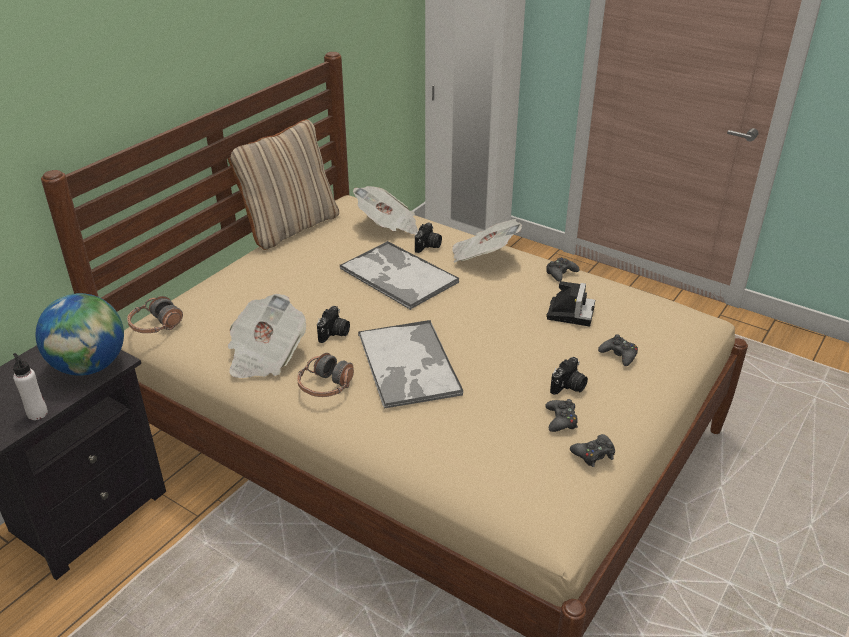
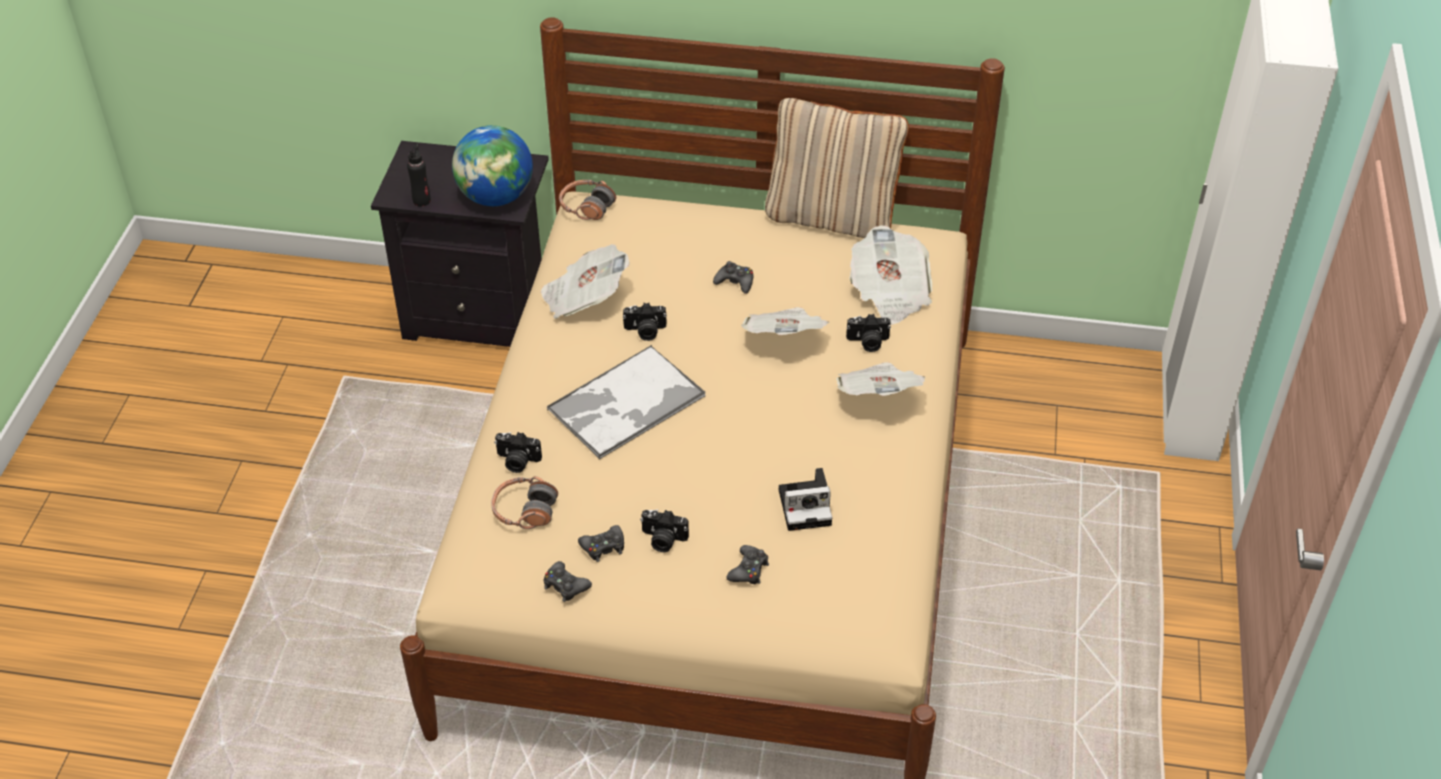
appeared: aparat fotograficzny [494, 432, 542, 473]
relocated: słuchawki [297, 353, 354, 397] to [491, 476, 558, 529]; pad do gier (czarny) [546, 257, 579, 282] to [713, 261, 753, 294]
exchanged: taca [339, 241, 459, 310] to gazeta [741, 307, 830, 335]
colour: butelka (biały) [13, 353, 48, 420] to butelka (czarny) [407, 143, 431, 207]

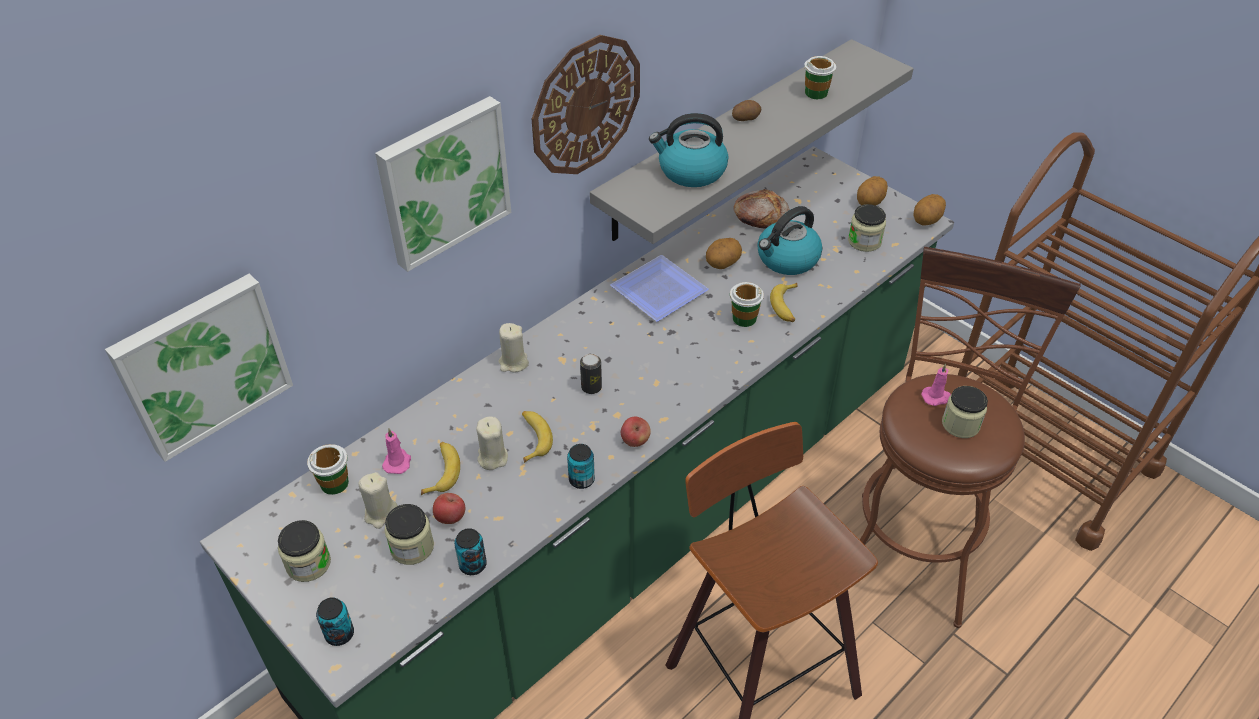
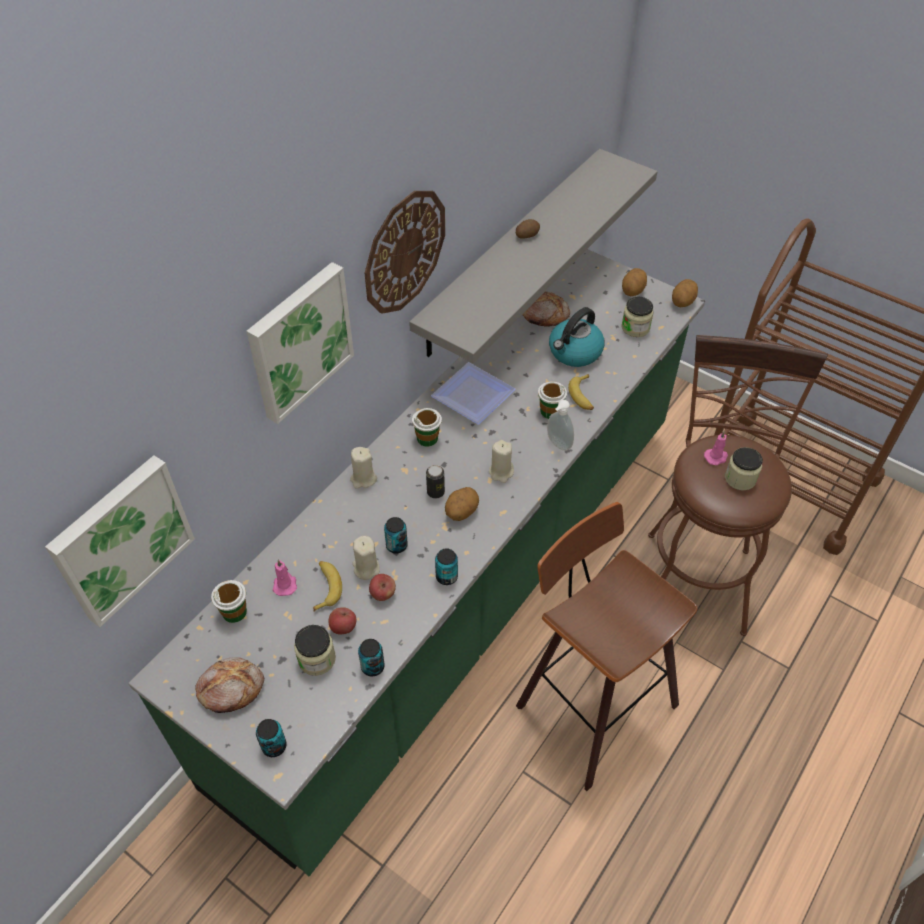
missing: czajnik [649, 113, 728, 187]
appeared: dozownik mydła [547, 400, 574, 451]
relocated: jabłko [621, 416, 651, 447] to [369, 574, 396, 601]; filiżanka [804, 56, 836, 99] to [412, 408, 442, 447]; ziemniak [706, 238, 742, 269] to [445, 487, 479, 521]; świeca (beżowy) [358, 472, 398, 529] to [489, 440, 514, 483]
exchanged: słoik [278, 520, 331, 582] to chleb [195, 657, 264, 713]; banan [522, 411, 553, 463] to puszka [384, 517, 408, 553]

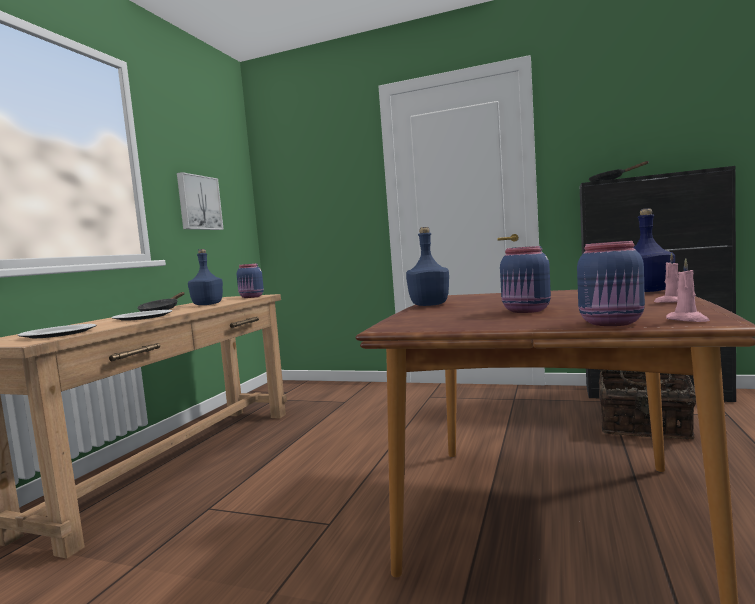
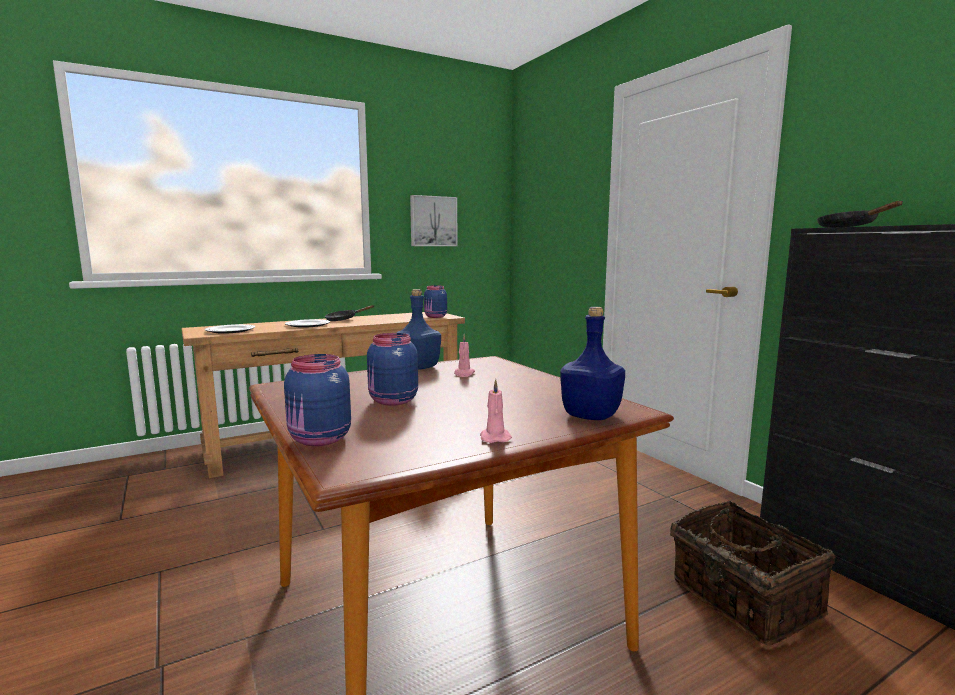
missing: butelka (niebieski) [188, 249, 223, 305]
relocated: świeca (różowy) [666, 258, 710, 322] to [454, 334, 475, 377]

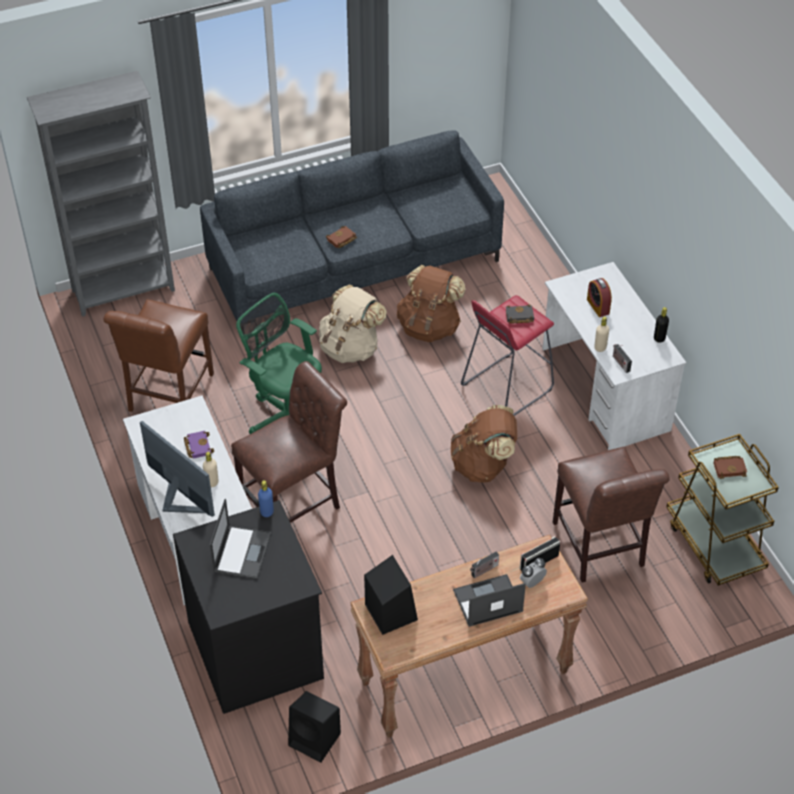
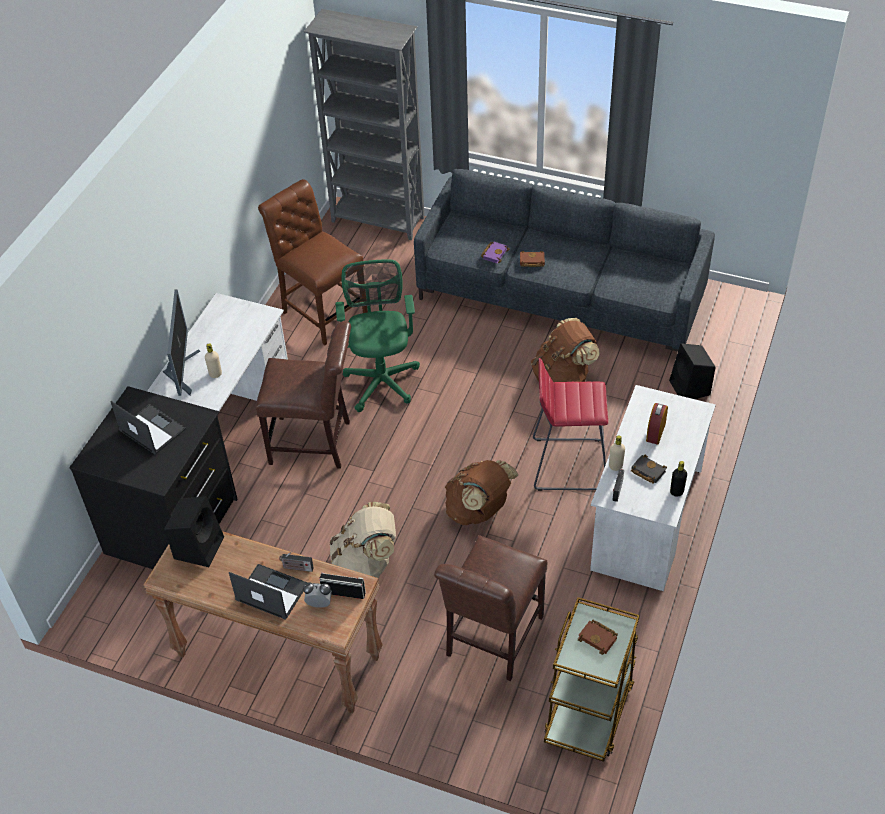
missing: butelka (niebieski) [258, 480, 274, 517]
relocated: plecak (beżowy) [319, 284, 387, 363] to [330, 502, 396, 578]; książka (fioletowy) [184, 431, 214, 459] to [481, 242, 510, 263]; książka (czarny) [506, 304, 534, 323] to [631, 455, 667, 484]; głośnik (czarny) [288, 691, 341, 763] to [669, 343, 715, 399]
spun: laptop [210, 499, 271, 579] = [110, 401, 186, 455] 105 degrees counterclockwise; krzesło (brązowy) [103, 299, 214, 412] = [258, 179, 368, 345] 75 degrees clockwise

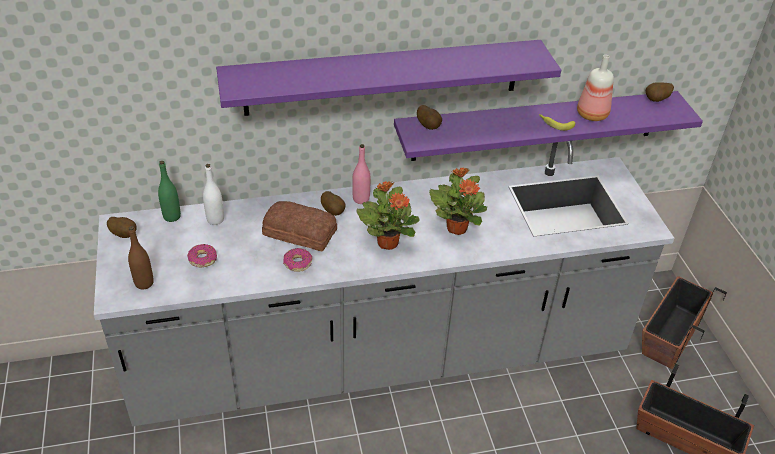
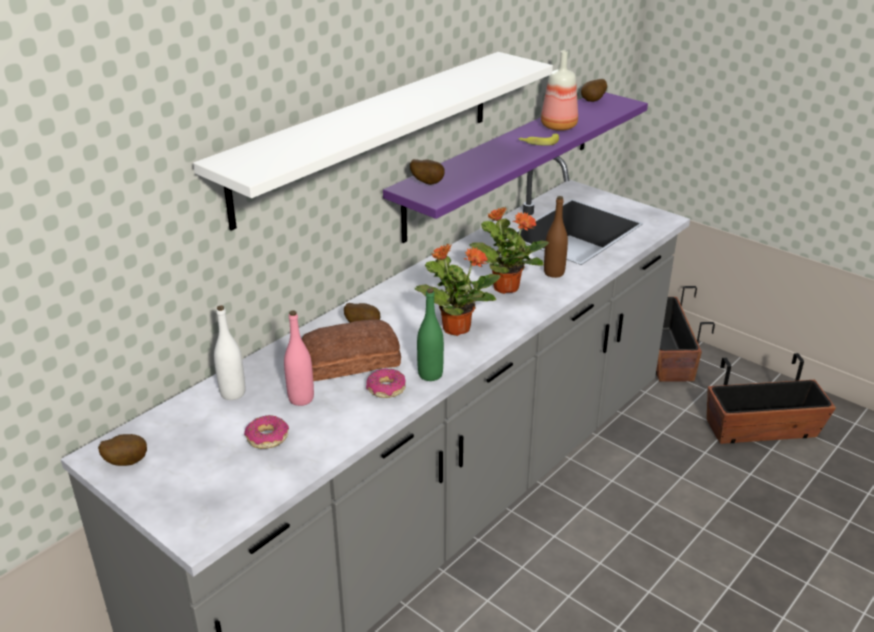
relocated: butelka (różowy) [352, 144, 371, 204] to [284, 310, 314, 406]; butelka (zielony) [158, 161, 181, 222] to [417, 288, 444, 381]; butelka (brązowy) [128, 226, 154, 289] to [544, 196, 568, 278]
colour: półka (fioletowy) [216, 40, 561, 116] to półka (biały) [193, 52, 553, 231]

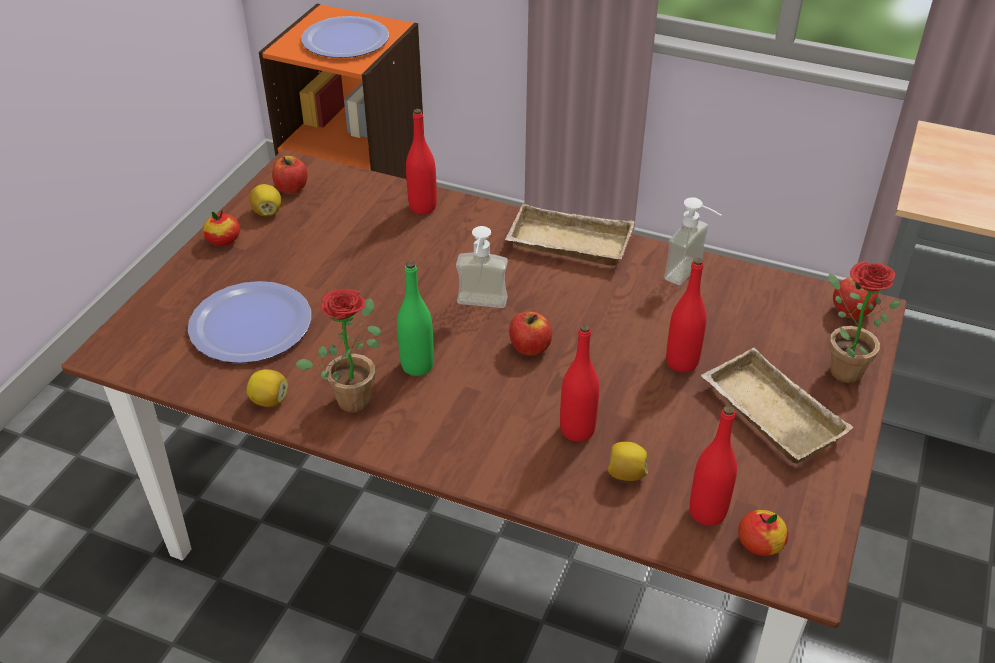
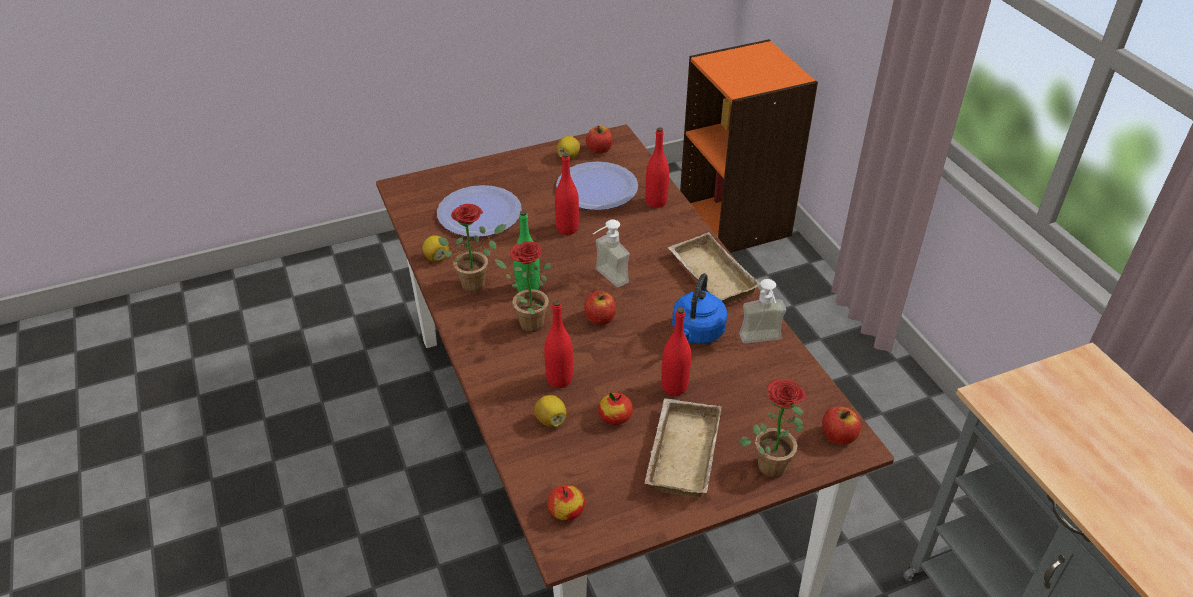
appeared: roślina doniczkowa [495, 242, 551, 332]; czajnik (niebieski) [672, 273, 727, 344]
relocated: butelka (czerwony) [689, 406, 737, 526] to [555, 153, 579, 235]; talerz [301, 16, 389, 58] to [556, 162, 638, 210]; jabłko [203, 210, 240, 246] to [598, 393, 633, 425]

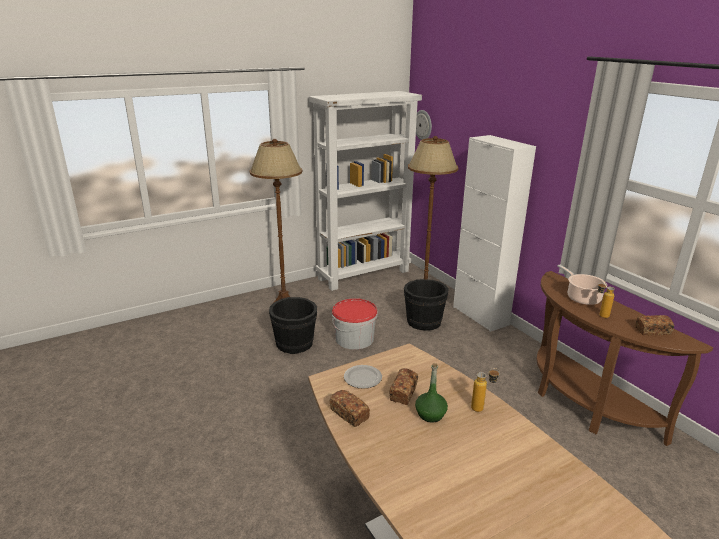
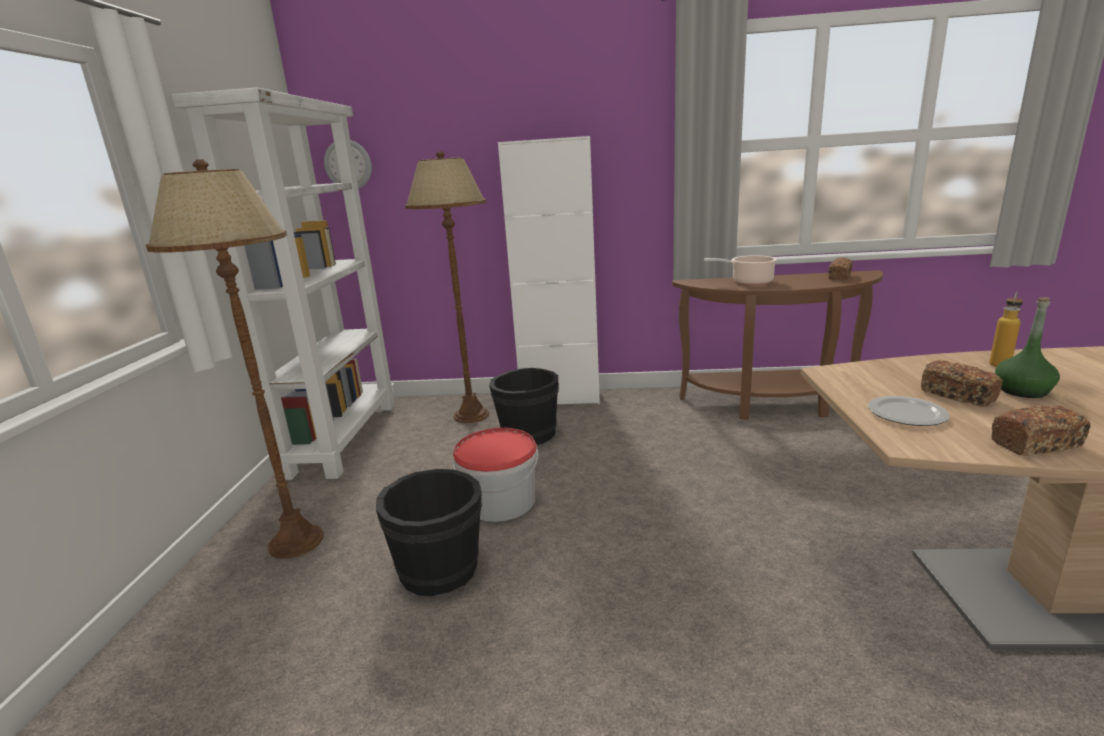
missing: butelka [598, 281, 615, 318]

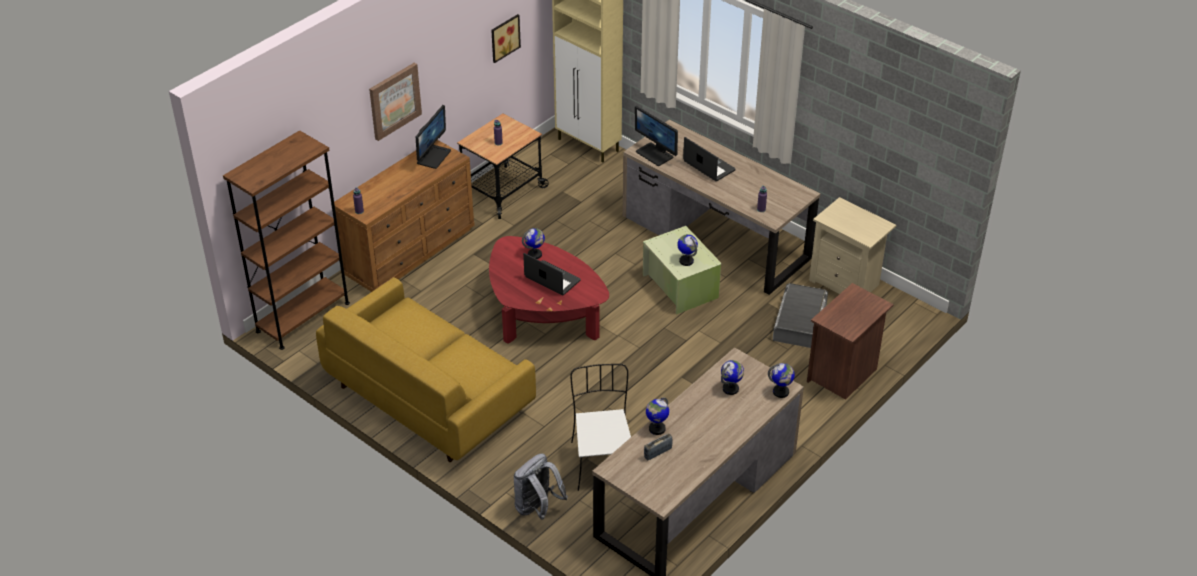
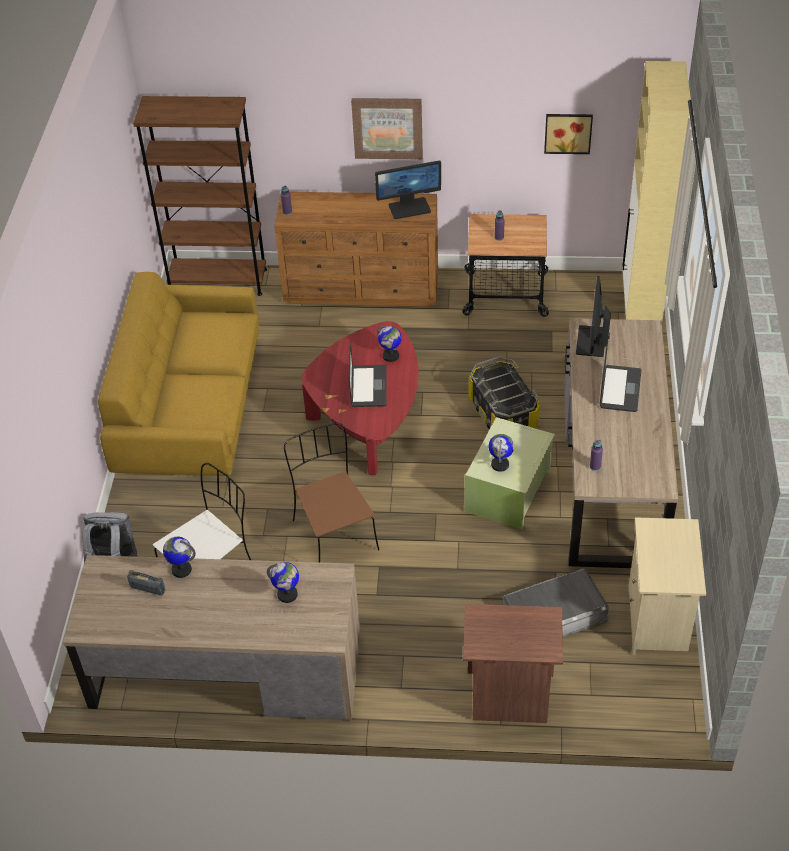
missing: globus [768, 363, 795, 398]
appeared: krzesło (brązowy) [284, 423, 379, 562]; pojemnik do przechowywania [468, 357, 540, 429]

